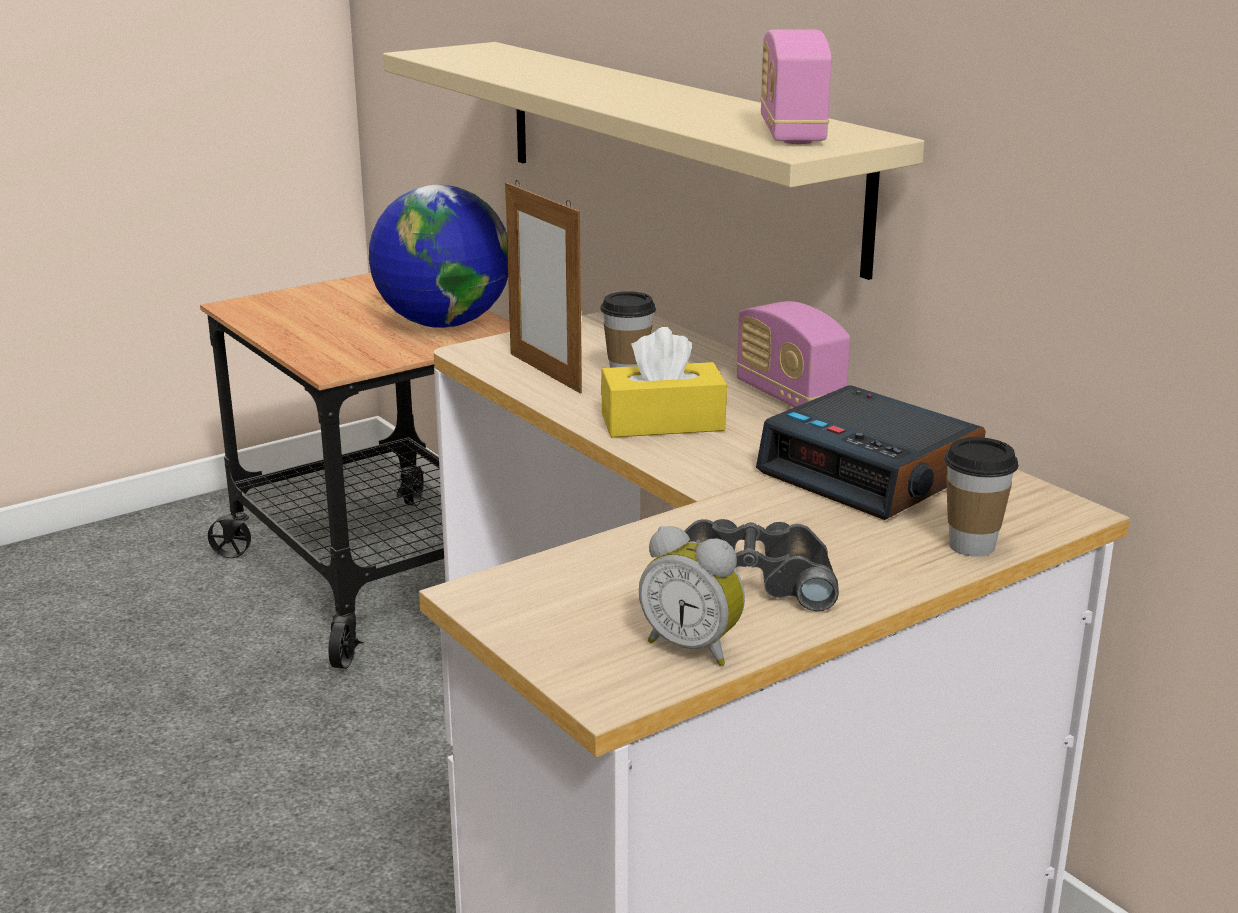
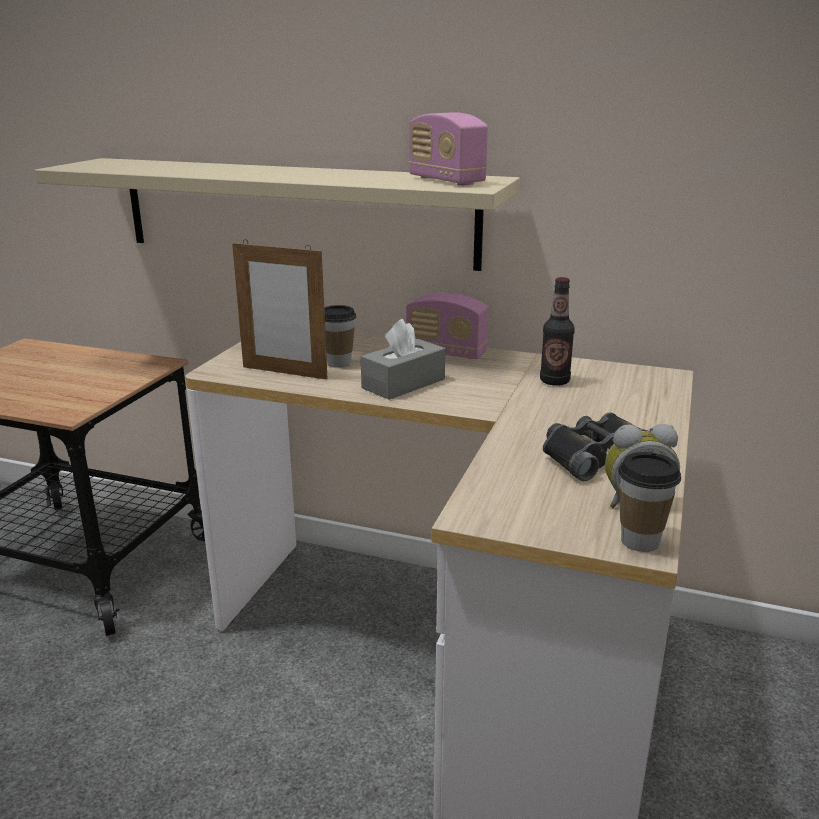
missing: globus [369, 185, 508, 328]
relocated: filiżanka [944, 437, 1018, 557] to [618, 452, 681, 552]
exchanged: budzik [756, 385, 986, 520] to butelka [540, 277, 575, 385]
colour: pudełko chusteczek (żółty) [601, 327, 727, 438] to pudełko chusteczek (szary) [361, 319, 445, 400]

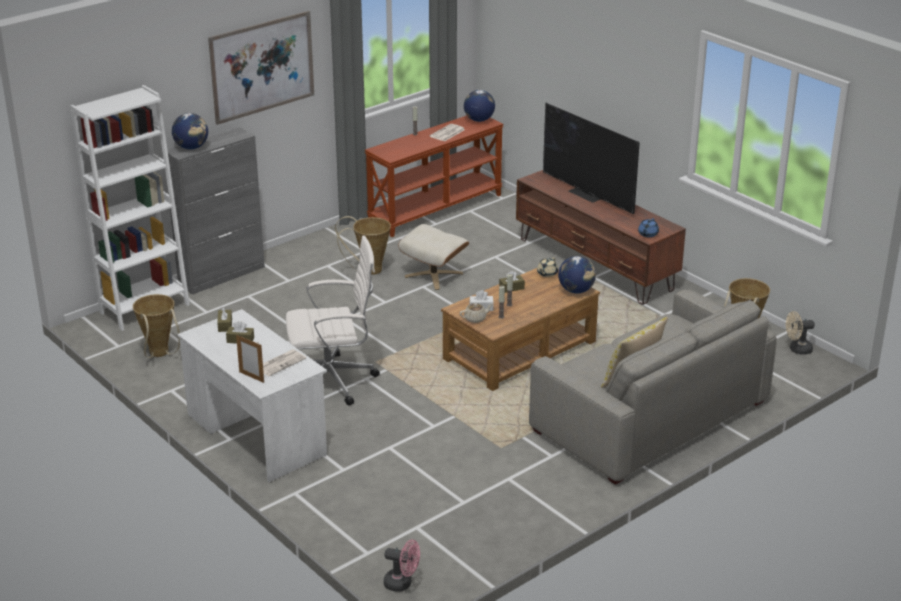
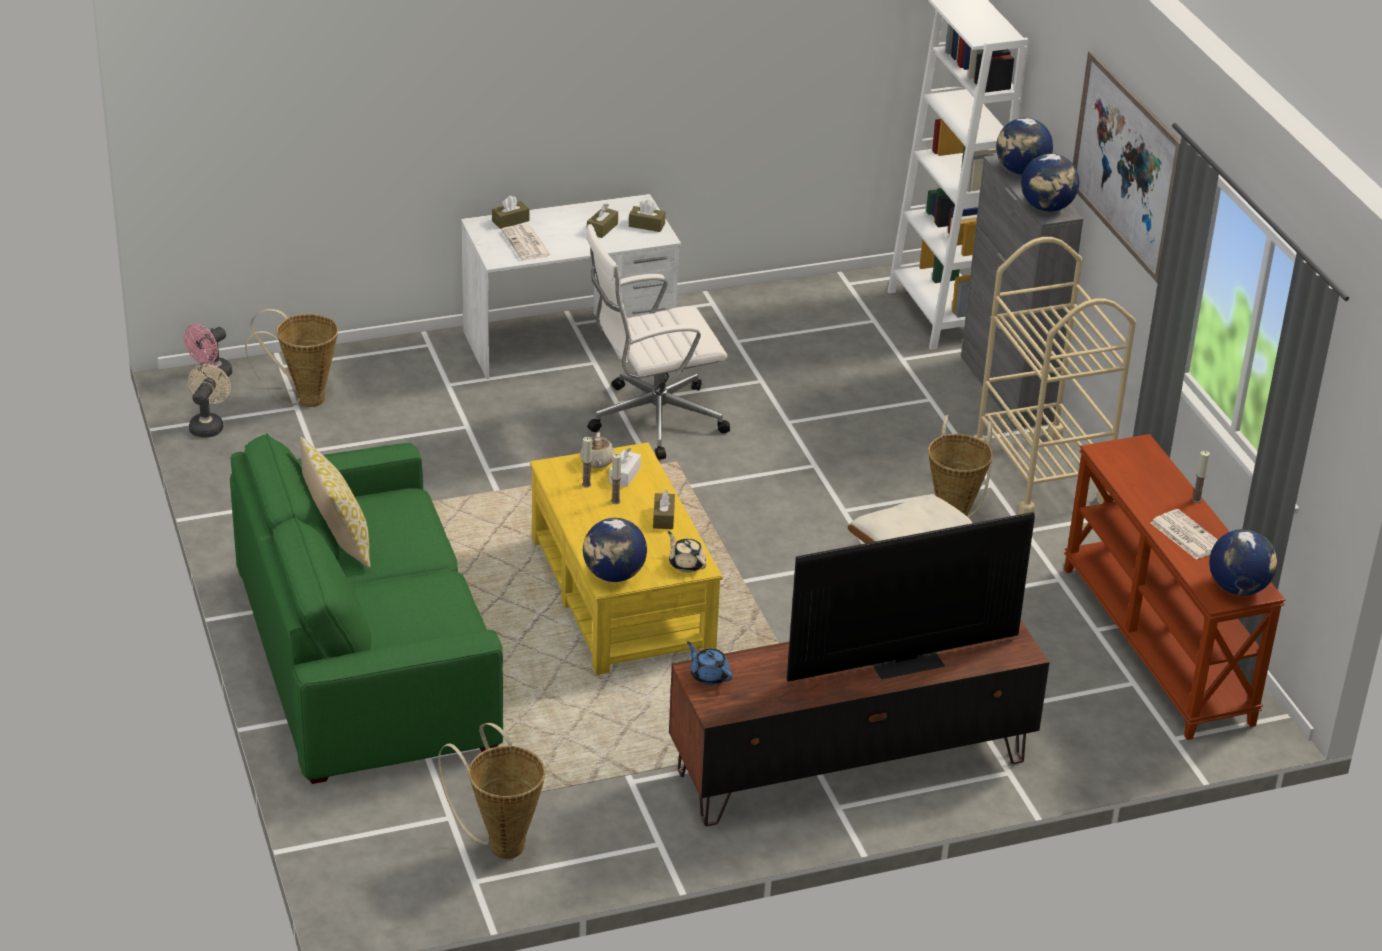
appeared: wózek (beżowy) [974, 237, 1136, 515]; globus [1021, 153, 1079, 212]
relocated: wentylator (beżowy) [786, 311, 815, 355] to [188, 364, 231, 438]; koszyk [133, 294, 180, 358] to [245, 309, 338, 407]
exchanged: ramka na zdjęcie [236, 335, 264, 383] to pudełko chusteczek (brązowy) [492, 196, 529, 229]
colour: kanapa (szary) [529, 289, 777, 485] to kanapa (zielony) [230, 433, 503, 784]; ława (brązowy) [441, 268, 600, 391] to ława (żółty) [530, 442, 723, 675]
spun: krzesło biurowe (biały) [286, 235, 380, 405] = [586, 224, 730, 460] 60 degrees clockwise

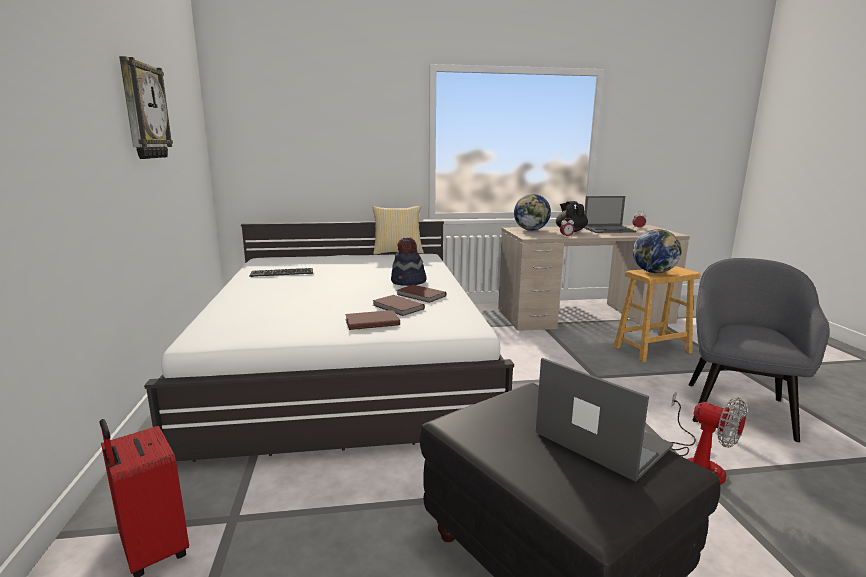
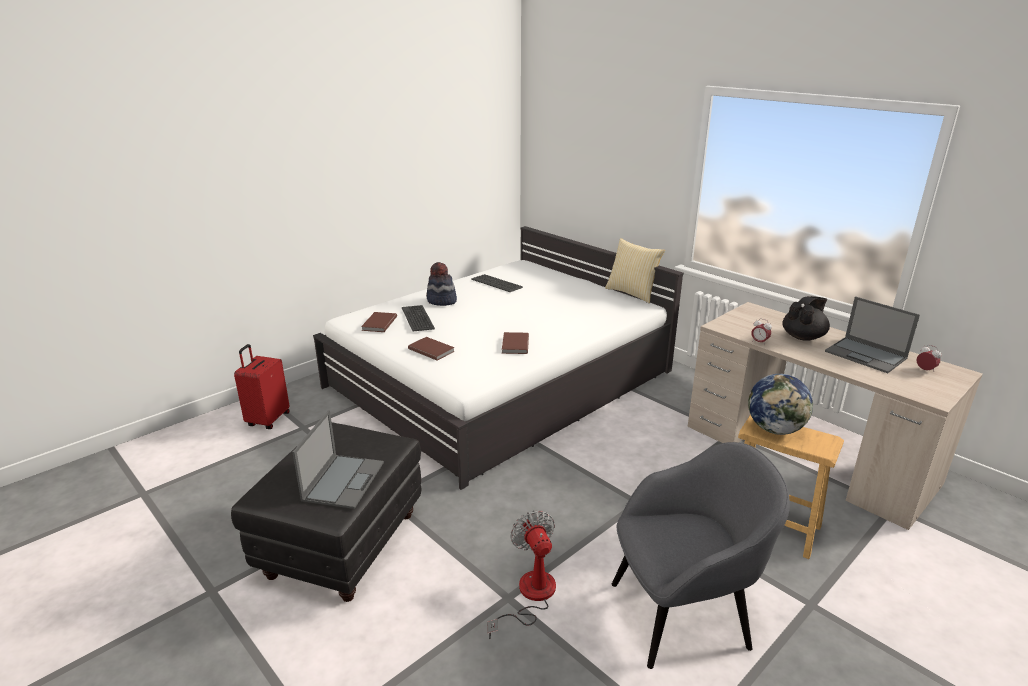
missing: zegar ścienny [119, 56, 173, 159]; globus [514, 194, 551, 231]
appeared: klawiatura [402, 305, 435, 331]
relocated: książka (brązowy) [372, 295, 425, 316] to [361, 312, 397, 332]; kapelusz [391, 237, 427, 286] to [426, 262, 457, 306]
spun: wentylator [671, 392, 747, 485] = [487, 510, 556, 639] 150 degrees clockwise

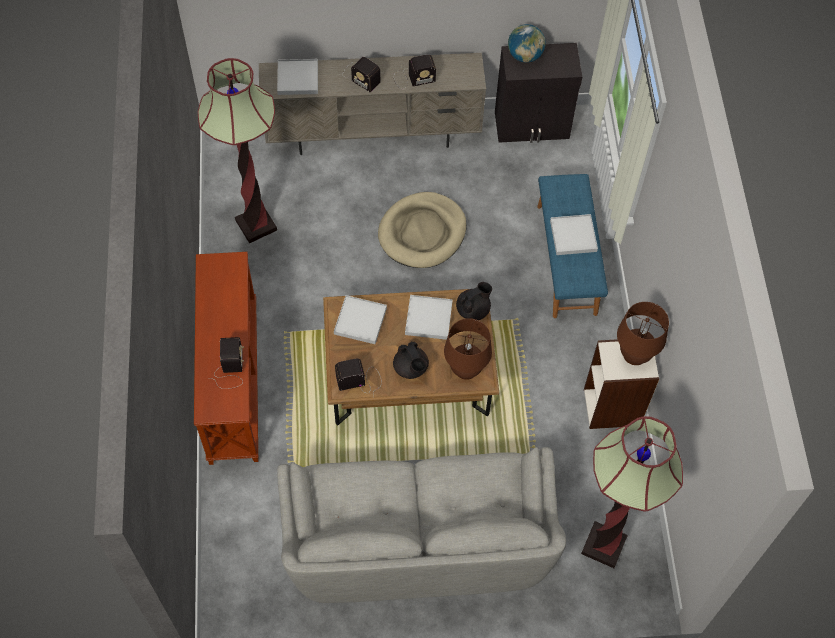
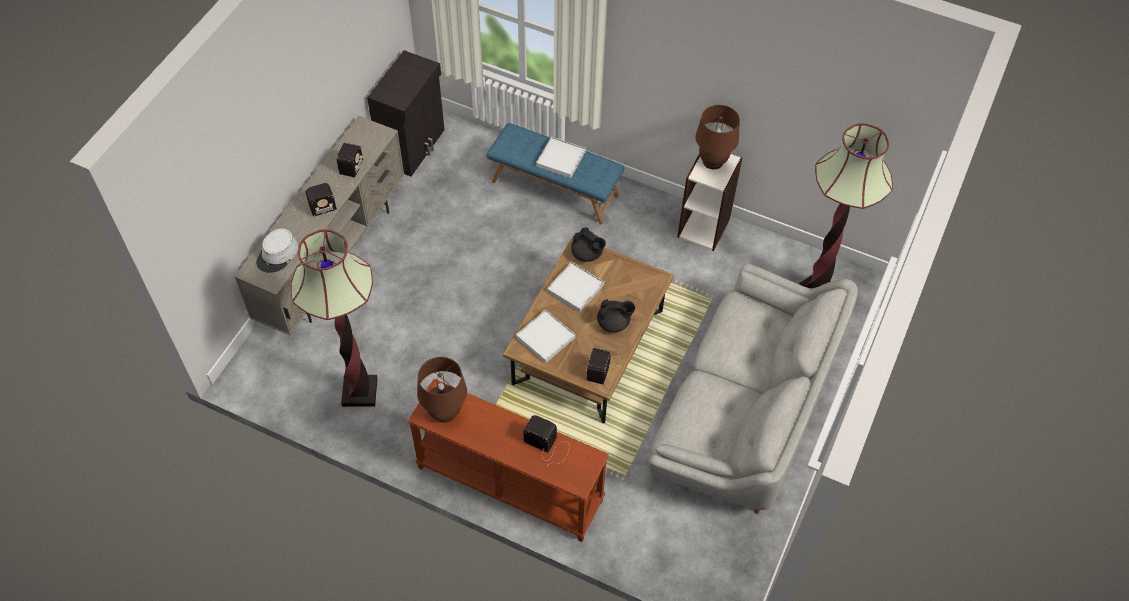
missing: legowisko (beżowy) [378, 192, 466, 268]; globus [508, 24, 546, 63]
relocated: lampa stołowa (brązowy) [444, 318, 492, 380] to [417, 357, 467, 422]
exchanged: taca (biały) [277, 59, 318, 95] to kapelusz (szary) [256, 229, 298, 273]
spun: imbryk (czarny) [456, 282, 492, 320] = [571, 227, 606, 262] 135 degrees clockwise

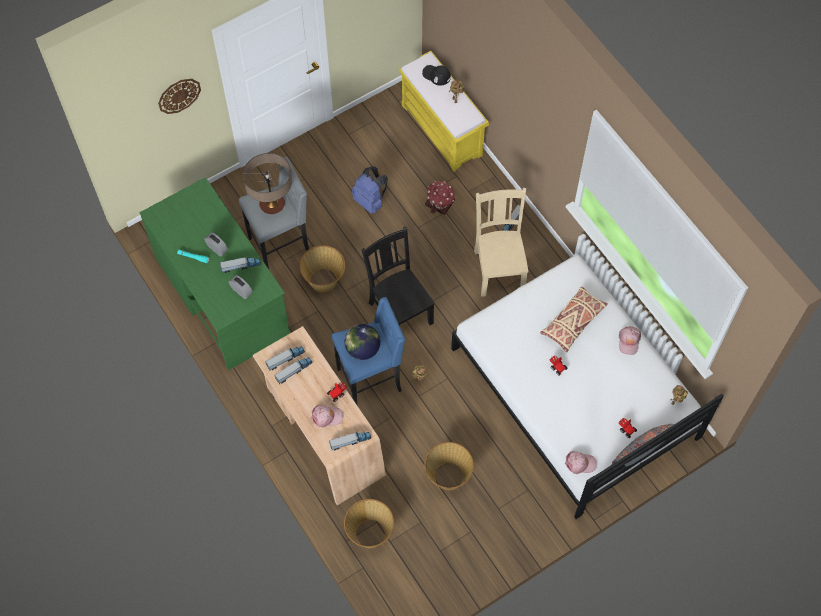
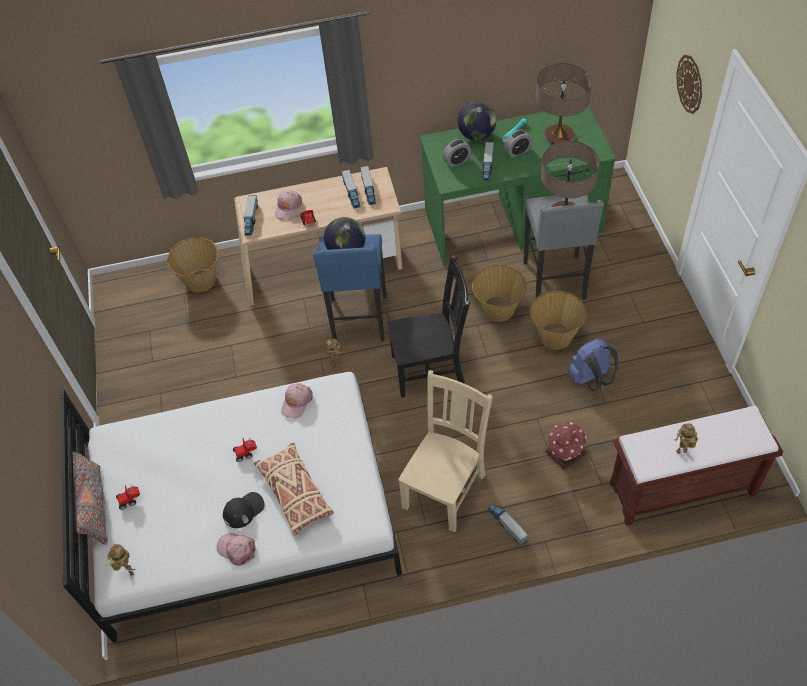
appeared: globus [458, 101, 496, 141]; lampa stołowa [536, 63, 592, 144]
relocated: czapka z daszkiem (czarny) [422, 65, 451, 85] to [223, 492, 265, 528]; czapka z daszkiem (różowy) [565, 451, 597, 474] to [281, 383, 313, 418]; koszyk [424, 442, 474, 490] to [530, 291, 586, 350]
colour: ławka (żółty) [399, 51, 489, 172] to ławka (brązowy) [609, 406, 783, 526]
spun: krzesło (beżowy) [474, 188, 528, 297] = [398, 370, 493, 533] 75 degrees counterclockwise

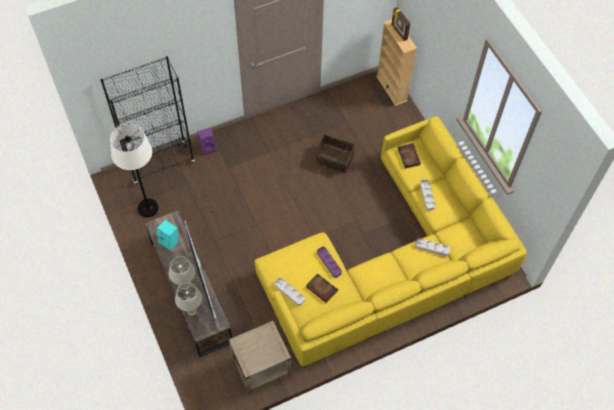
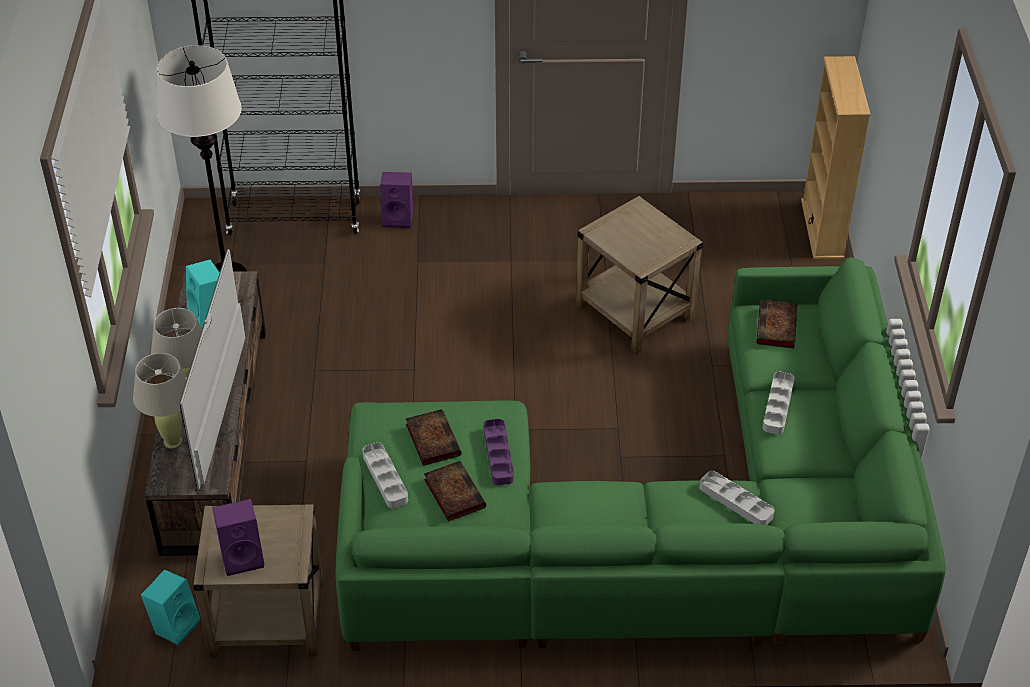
missing: ramka na zdjęcie [391, 7, 410, 41]
appeared: głośnik (turkusowy) [141, 569, 200, 645]; głośnik (fioletowy) [212, 499, 264, 576]; książka [406, 409, 461, 466]
exchanged: koszyk [315, 134, 355, 173] to stolik (beżowy) [576, 196, 703, 354]
colour: kanapa (żółty) [254, 116, 527, 368] to kanapa (zielony) [336, 257, 946, 651]

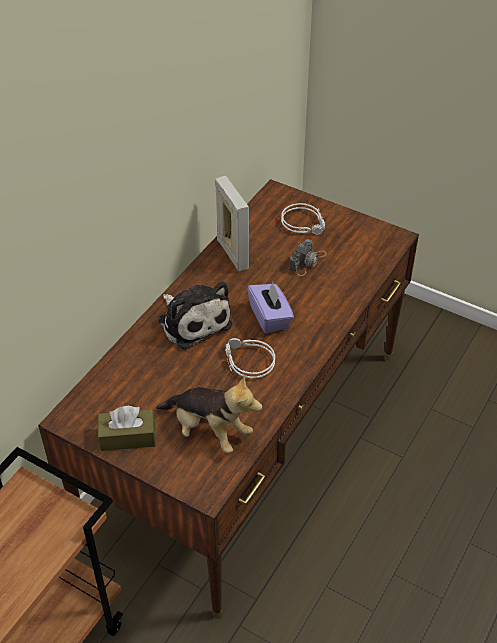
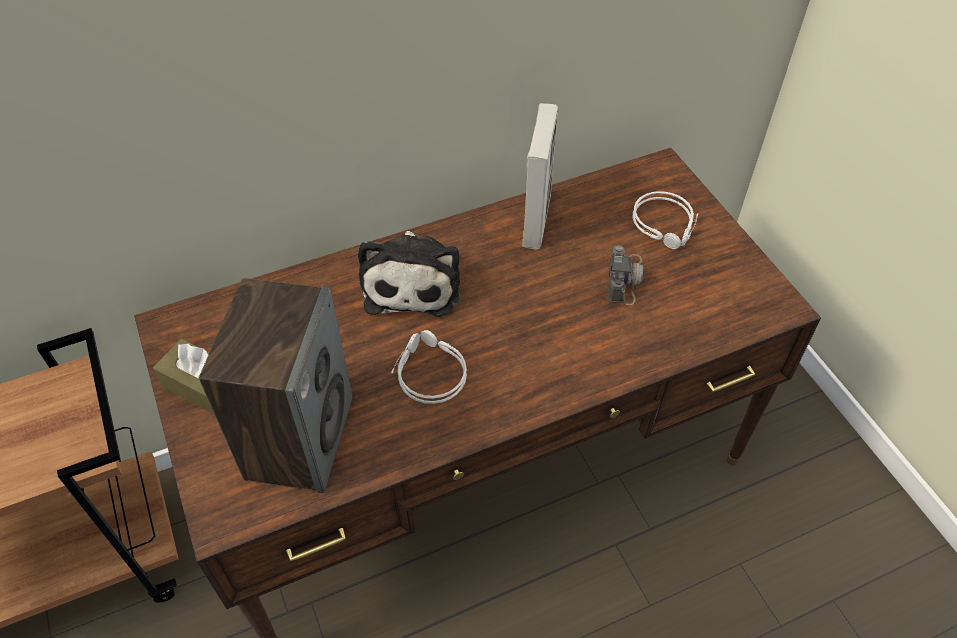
missing: pudełko chusteczek (fioletowy) [247, 282, 294, 334]
exchanged: pluszak [156, 375, 263, 453] to głośnik [199, 278, 352, 493]
spun: aparat fotograficzny [289, 239, 327, 276] = [608, 245, 643, 305] 60 degrees counterclockwise

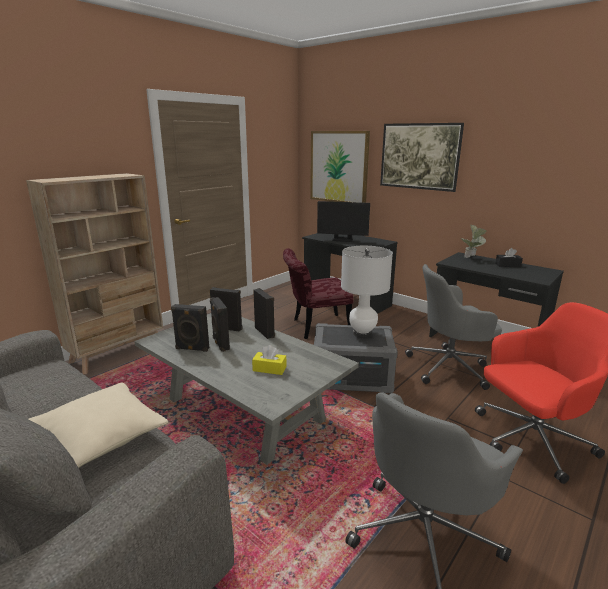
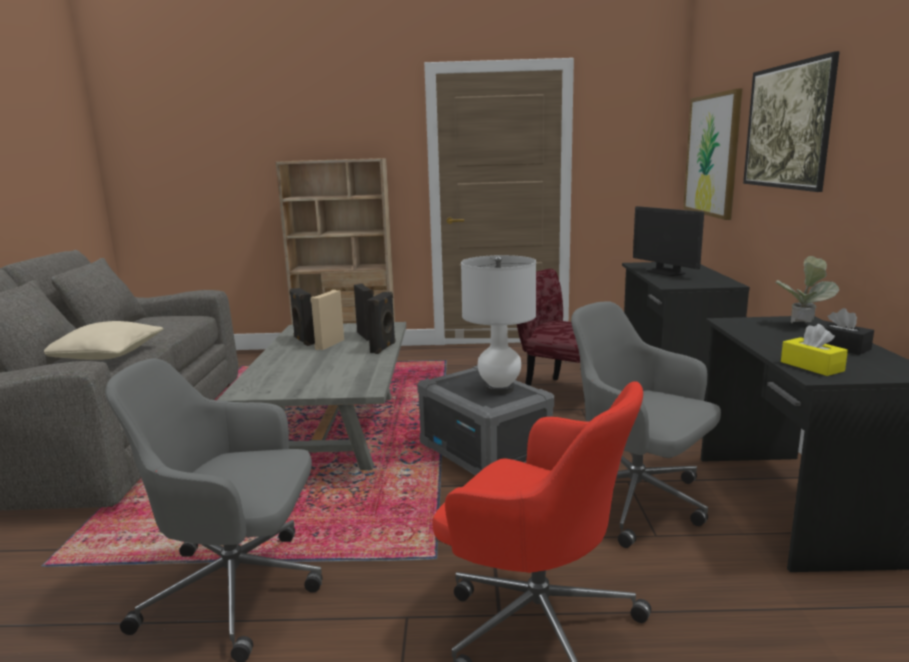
relocated: pudełko chusteczek (żółty) [252, 345, 286, 375] to [781, 324, 848, 376]
colour: głośnik (czarny) [210, 297, 230, 352] to głośnik (beżowy) [310, 290, 344, 350]

